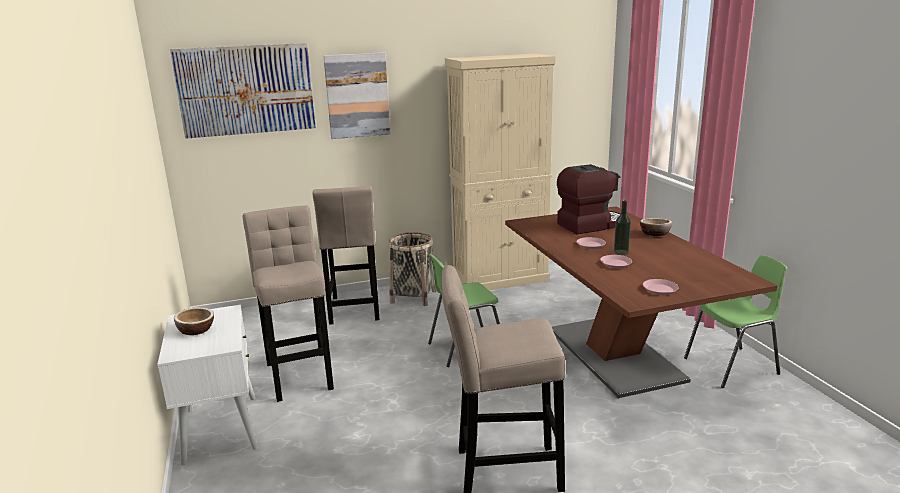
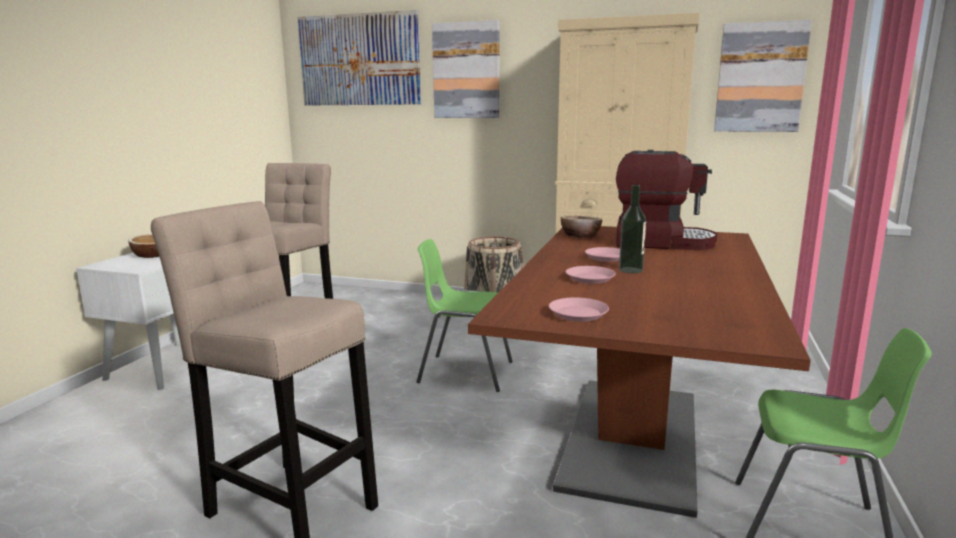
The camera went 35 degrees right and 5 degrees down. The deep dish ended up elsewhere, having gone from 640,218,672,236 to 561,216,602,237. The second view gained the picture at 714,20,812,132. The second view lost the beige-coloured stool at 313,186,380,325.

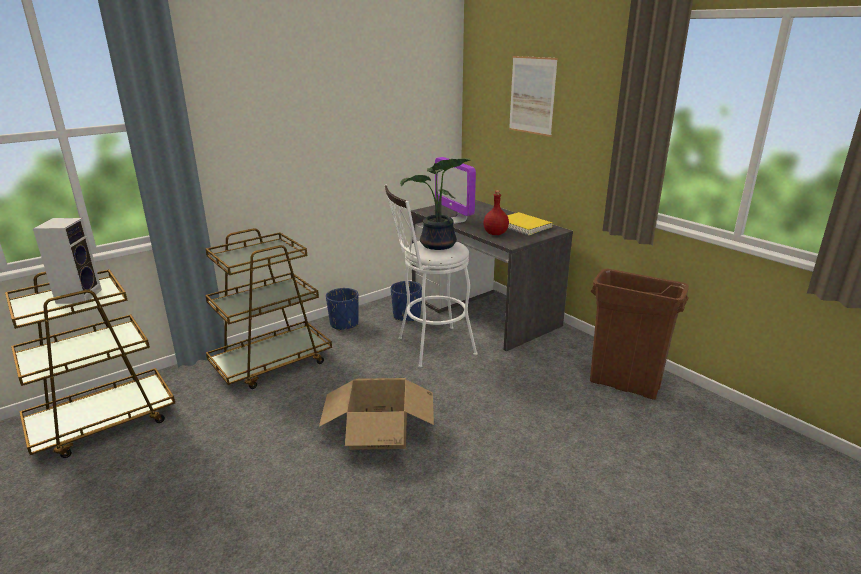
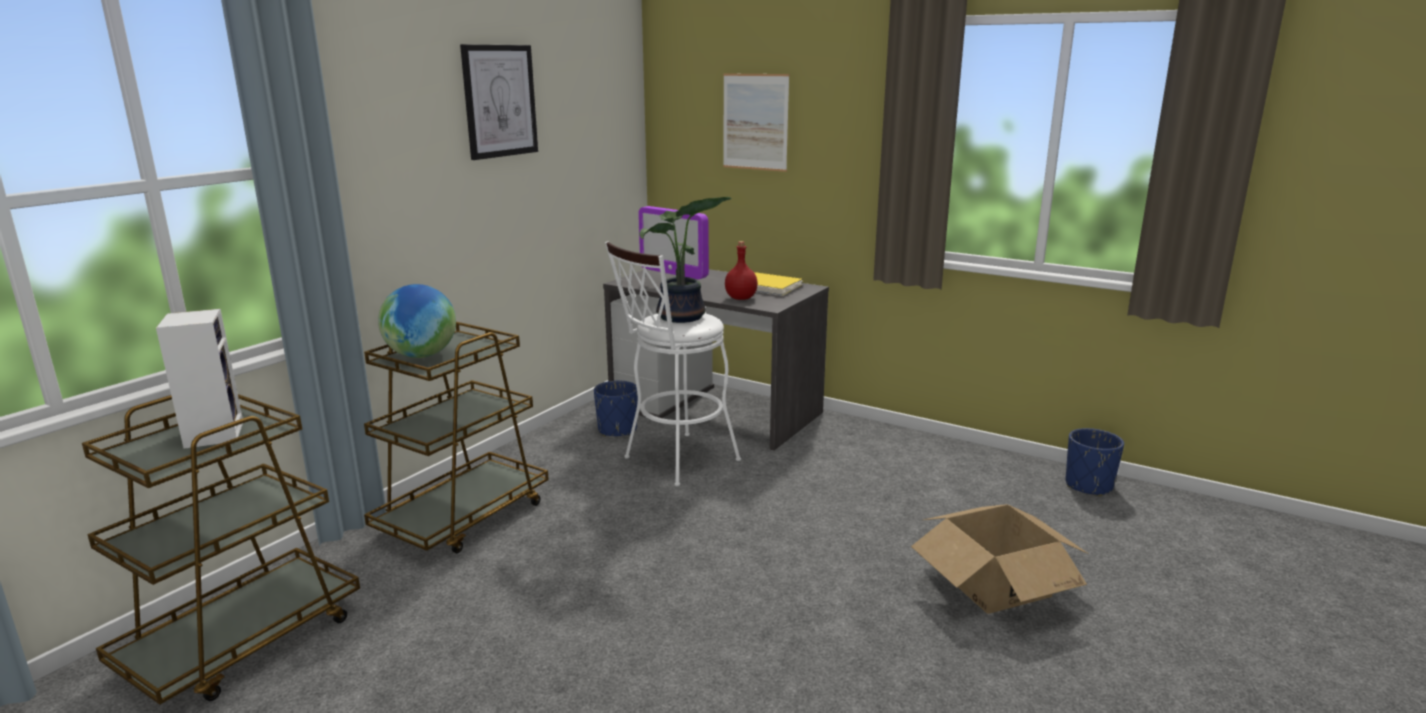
The camera went 20 degrees left and 5 degrees down. The second view gained the world globe at 378,284,456,358. The second view gained the picture at 460,44,538,160. The carton ended up elsewhere, having gone from 319,378,434,450 to 911,504,1089,614. The bluish flower pot ended up elsewhere, having gone from 326,288,359,331 to 1066,428,1124,496. The second view lost the brown-coloured rubbish bin at 590,269,689,400.

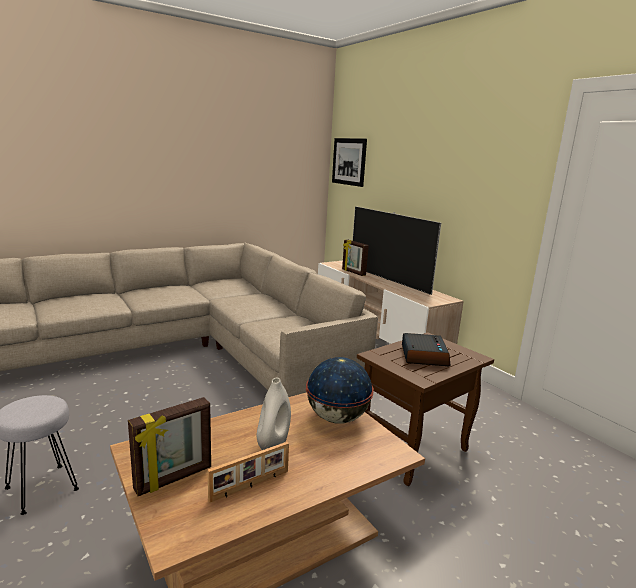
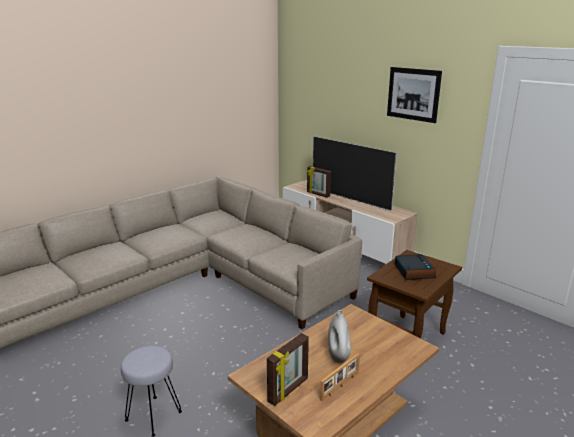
The camera went 10 degrees left and 5 degrees up. The picture ended up elsewhere, having gone from 332,138,367,187 to 387,67,442,123. The second view lost the world globe at 306,357,374,424.

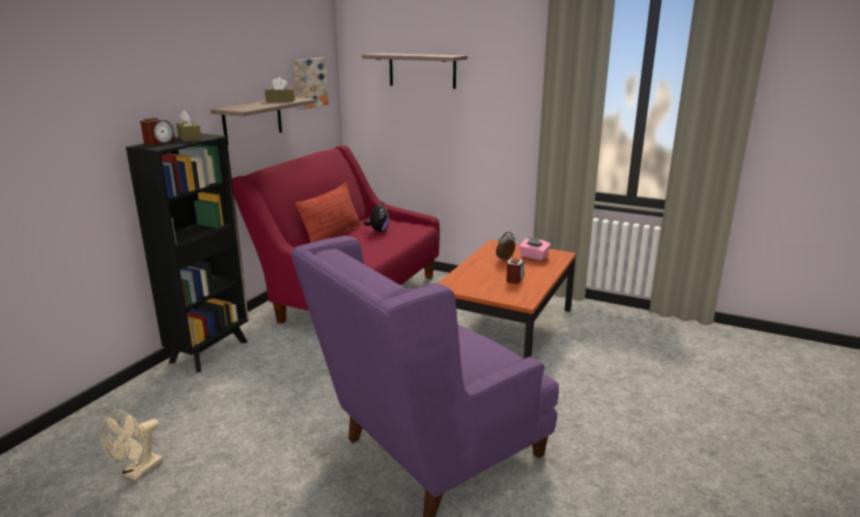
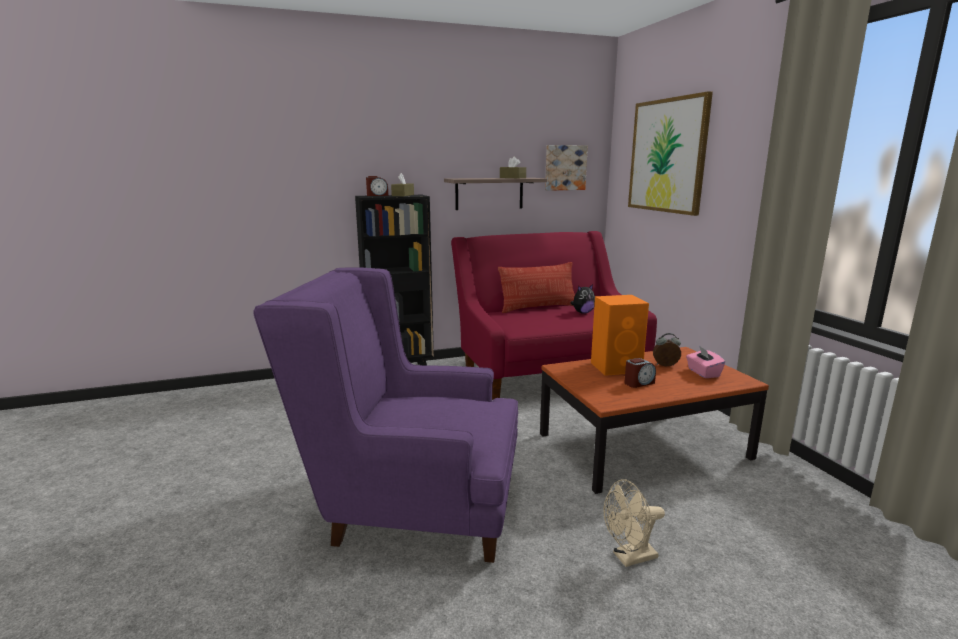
The camera went 45 degrees right and 5 degrees down. The second view gained the orange loudspeaker at 591,295,649,376. The beige-coloured fan ended up elsewhere, having gone from 101,410,163,481 to 604,479,665,567. Where the bracket shelf hung at 362,53,468,89, the picture came to hang at 628,91,713,216.

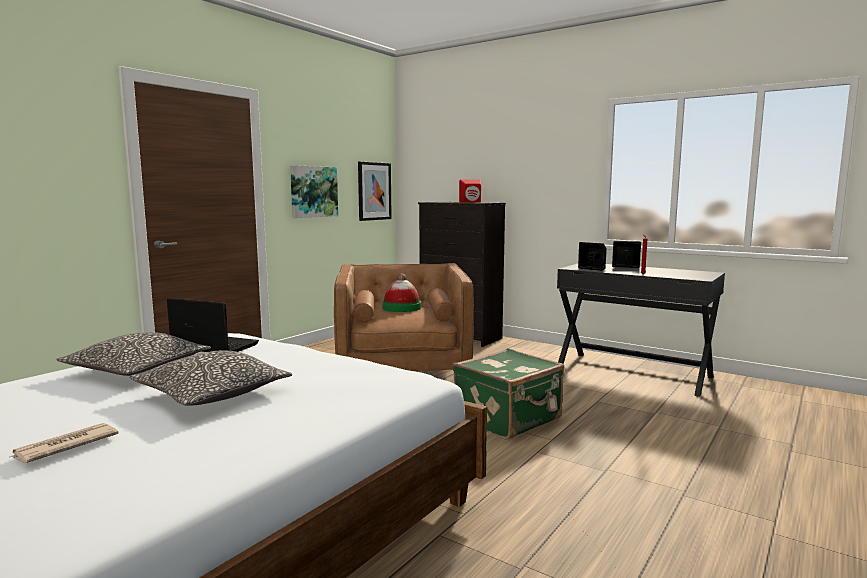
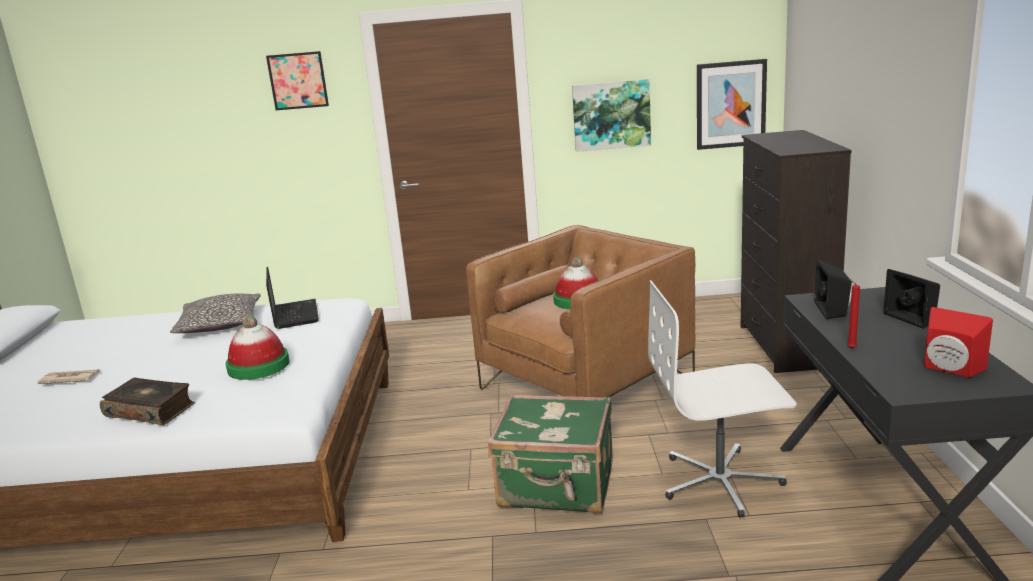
The camera went 55 degrees right and 10 degrees up. The second view gained the book at 100,378,195,425. The second view gained the hat at 226,316,290,380. The second view gained the picture at 266,51,329,110. The second view gained the white computer chair at 648,281,797,518. The red loudspeaker ended up elsewhere, having gone from 459,180,481,203 to 924,307,993,378. The second view lost the cushion at 129,350,292,406.

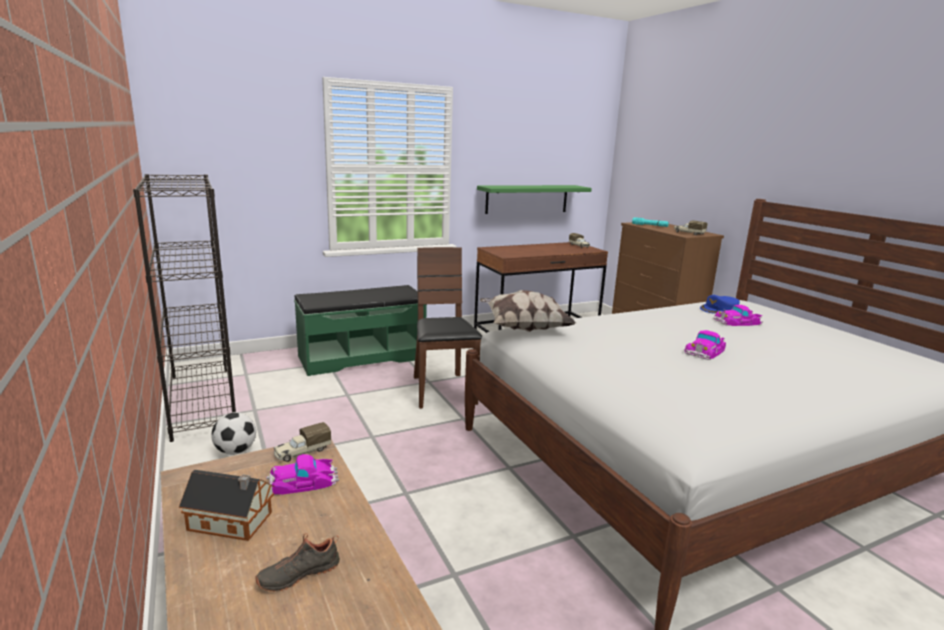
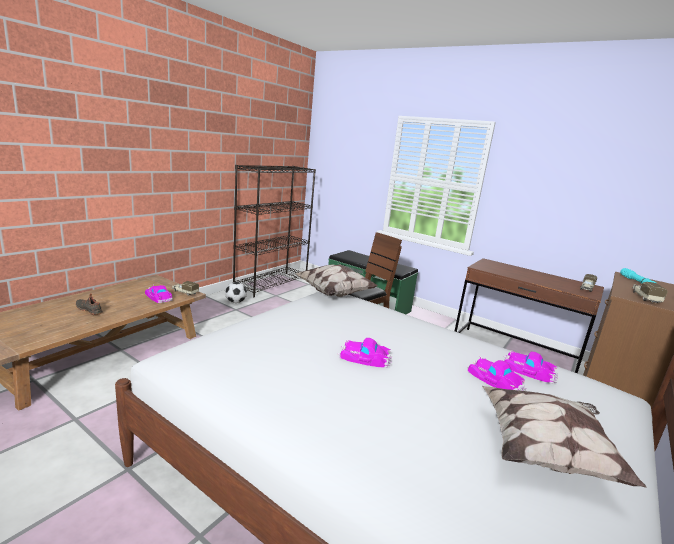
The camera went 60 degrees right and 0 degrees up. The second view gained the cushion at 482,386,647,488. Where the bluish cap stood at 700,295,740,314, the toy car came to stand at 504,350,558,383. The second view lost the miniature house at 179,470,274,541. The second view lost the greenish bracket shelf at 477,185,592,214.

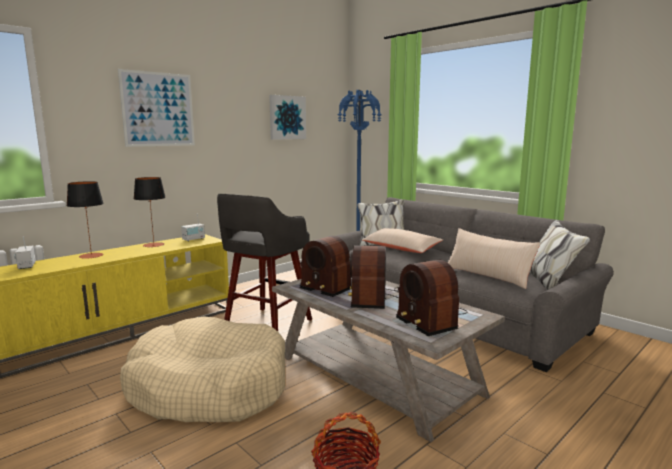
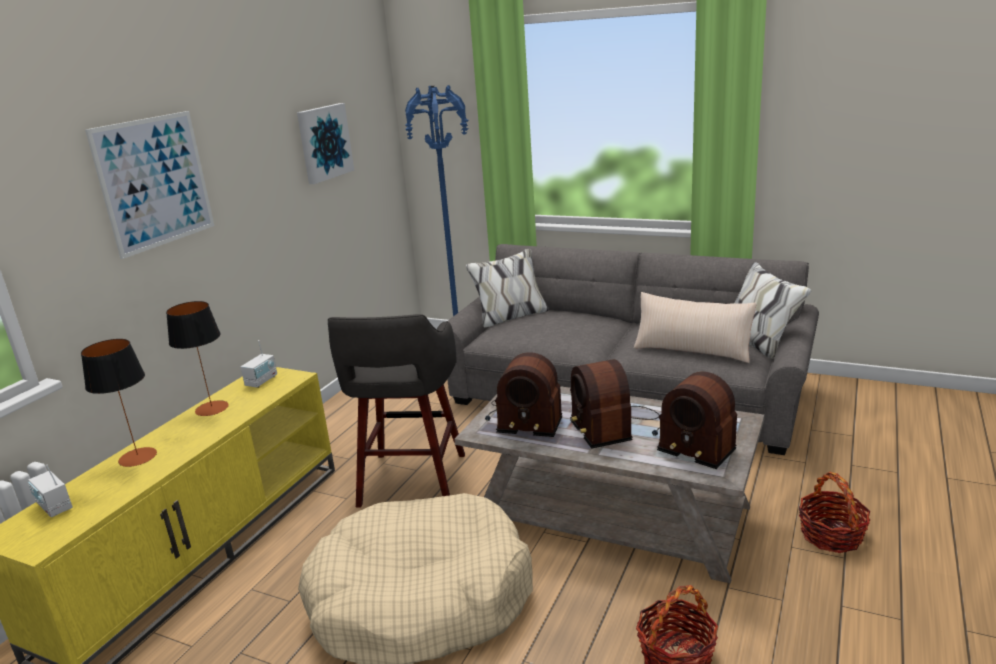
The camera went 20 degrees left and 10 degrees up. The second view gained the household basket at 799,472,870,553. The second view lost the beige-coloured cushion at 362,228,443,253.

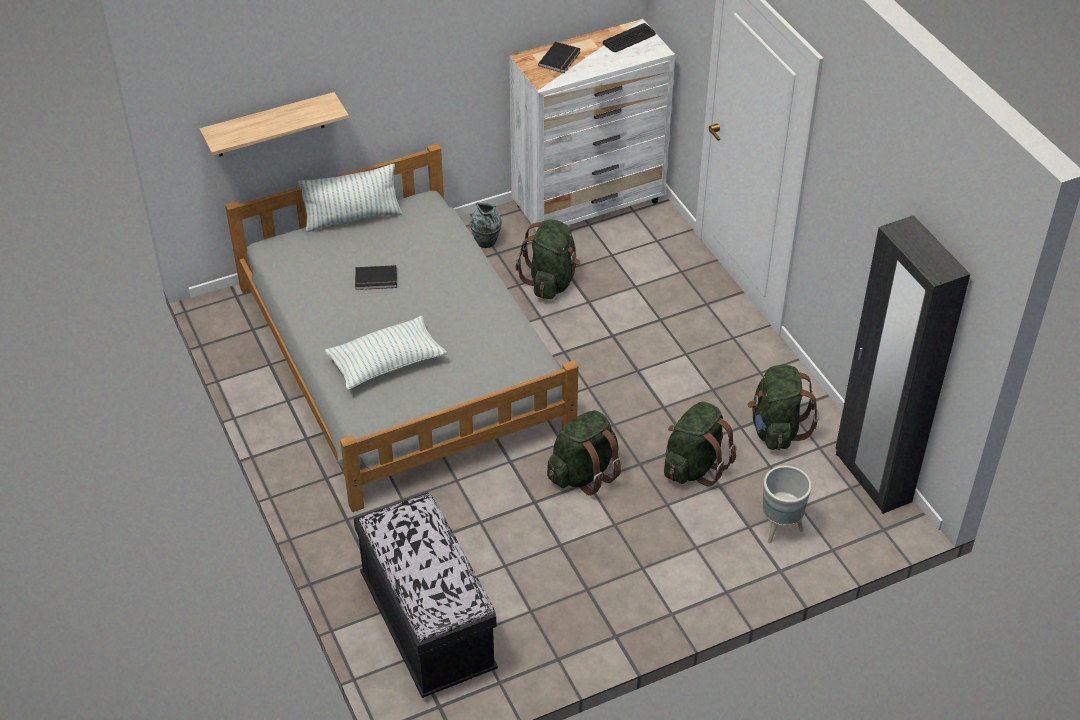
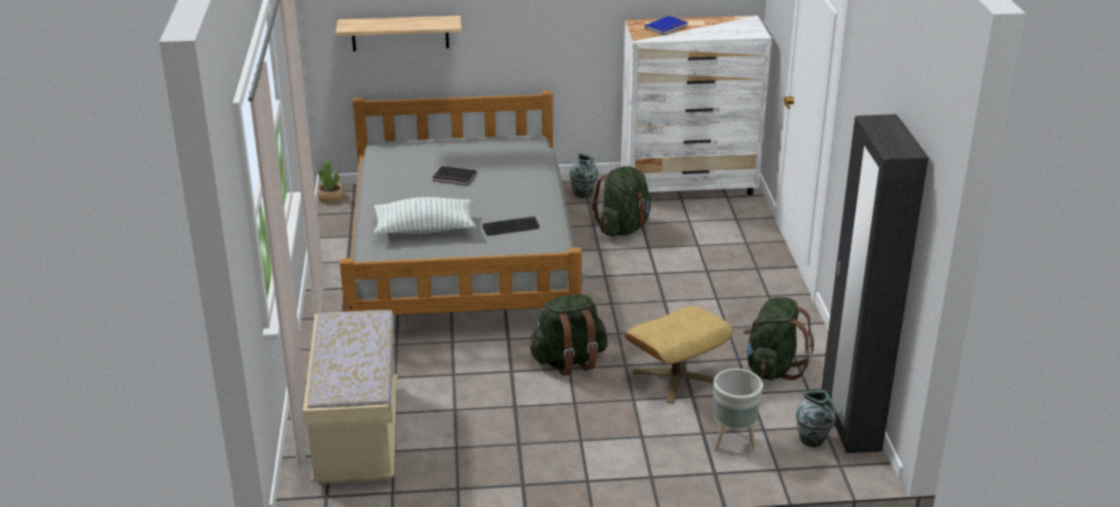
The camera went 20 degrees right and 15 degrees down. What was the blackish bench at 353,492,498,698 turned into the beige-coloured bench at 303,310,397,484. The second view gained the plant in a pot at 317,161,344,203. The computer keyboard ended up elsewhere, having gone from 603,23,656,52 to 483,217,539,236. Where the greenish knapsack stood at 664,402,736,486, the beige-coloured ottoman came to stand at 625,306,733,404. What was the blackish book at 538,42,581,73 turned into the bluish book at 645,16,688,35. The second view gained the decorative vase at 796,390,836,447. The second view lost the cushion at 298,164,402,232.

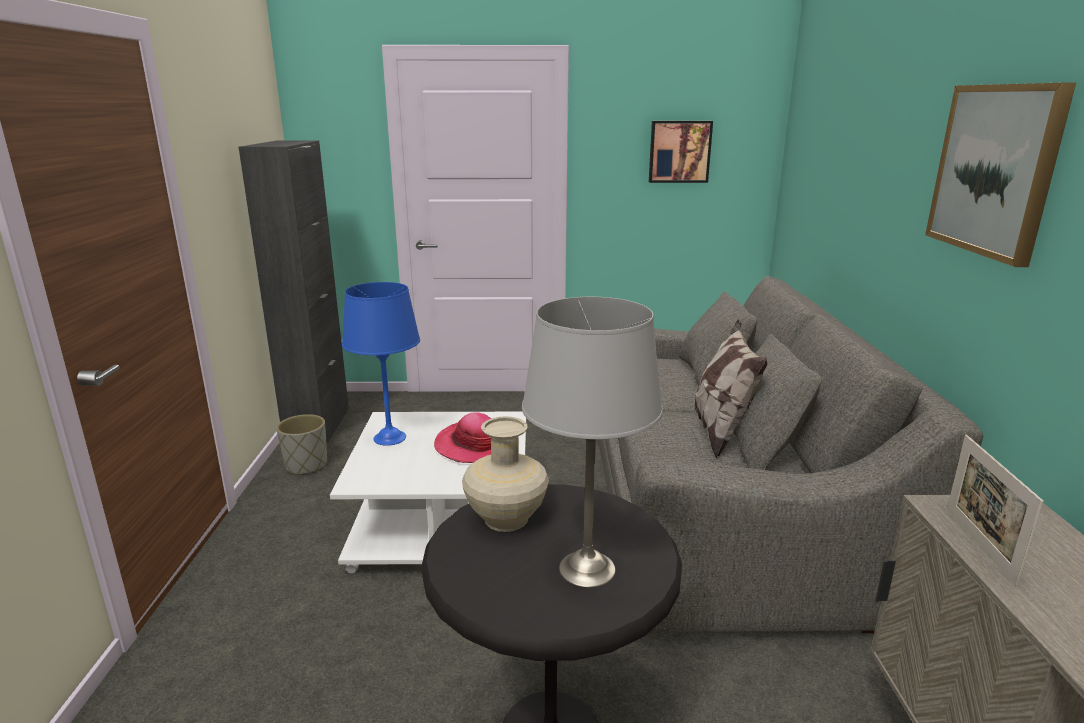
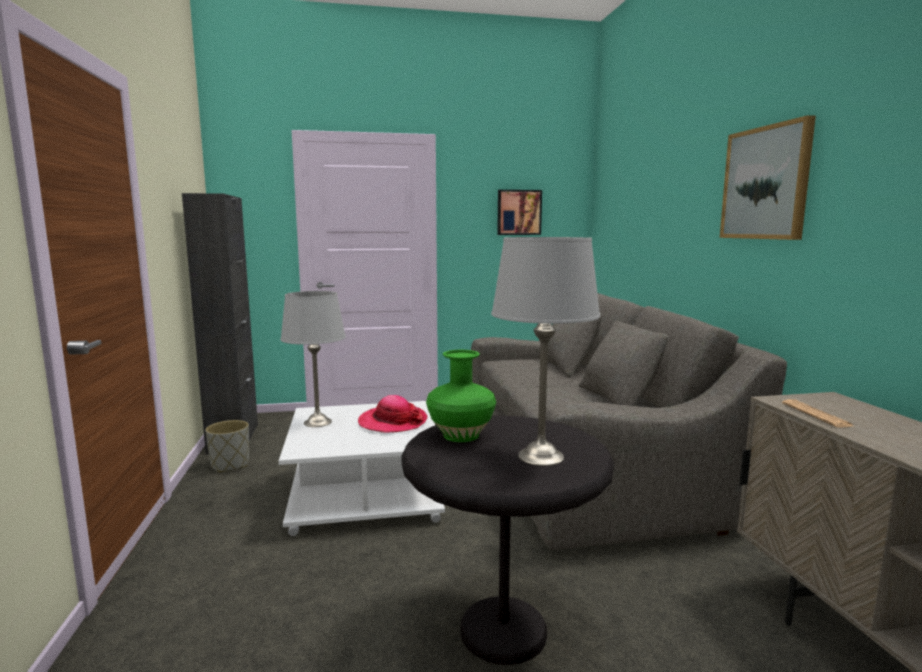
The camera went 10 degrees left and 10 degrees down. What was the bluish lamp for a table at 342,282,420,446 turned into the greyish lamp for a table at 280,291,346,427. What was the beige-coloured decorative vase at 462,416,549,532 turned into the greenish decorative vase at 426,350,496,442. Where the photo frame stood at 947,435,1044,586, the printed paper came to stand at 782,399,853,428. The second view lost the cushion at 694,319,767,458.

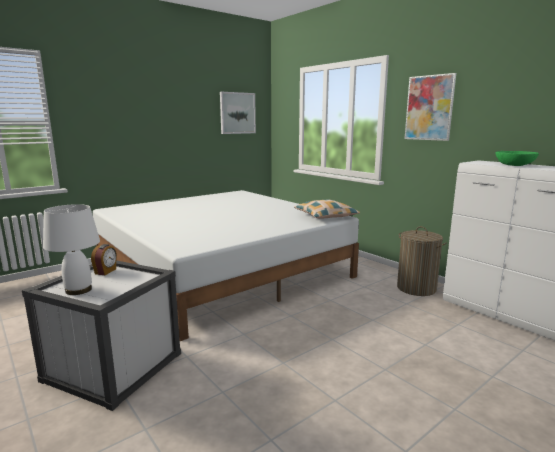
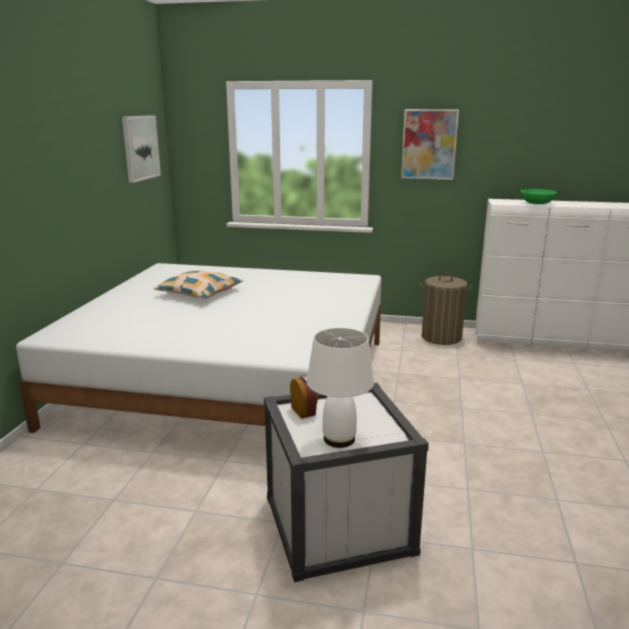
The camera went 40 degrees left and 5 degrees up. The cushion ended up elsewhere, having gone from 294,200,360,218 to 154,271,243,299.

